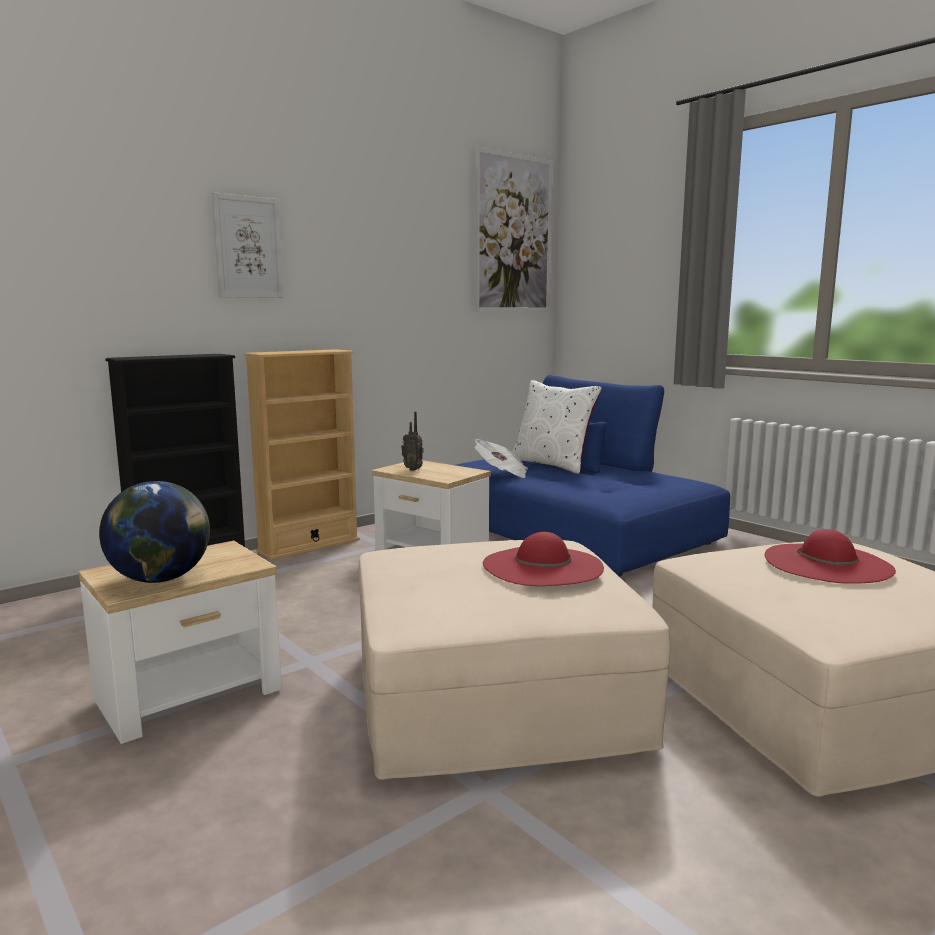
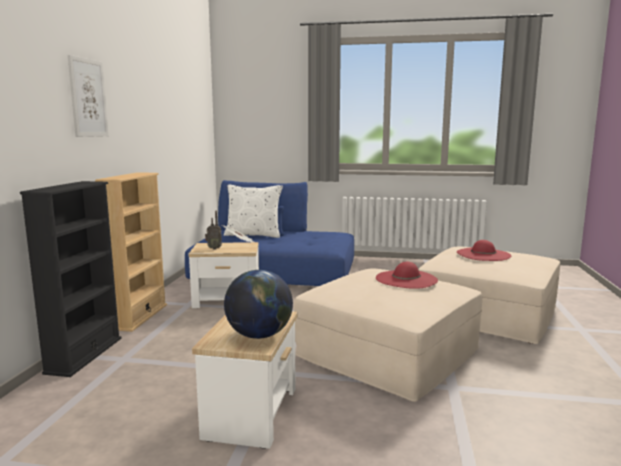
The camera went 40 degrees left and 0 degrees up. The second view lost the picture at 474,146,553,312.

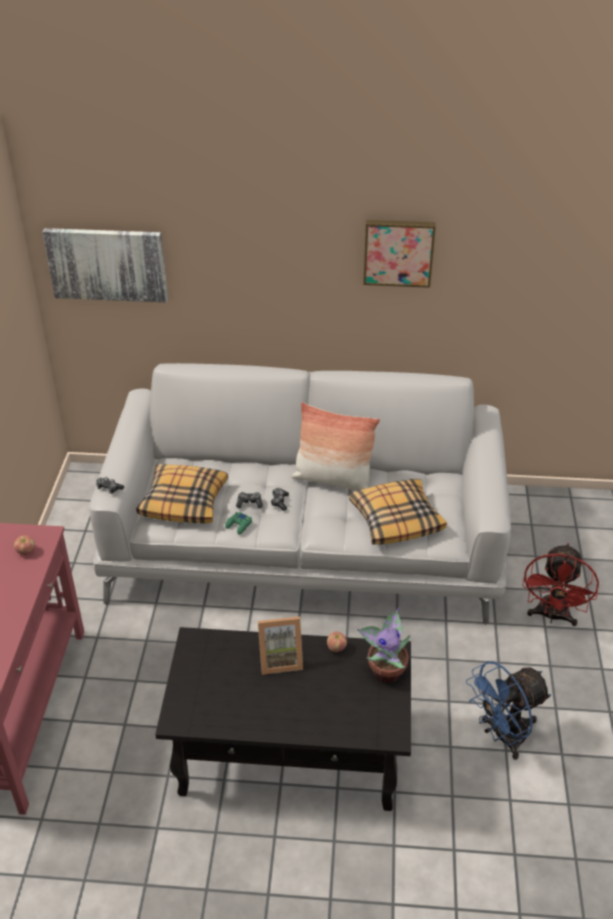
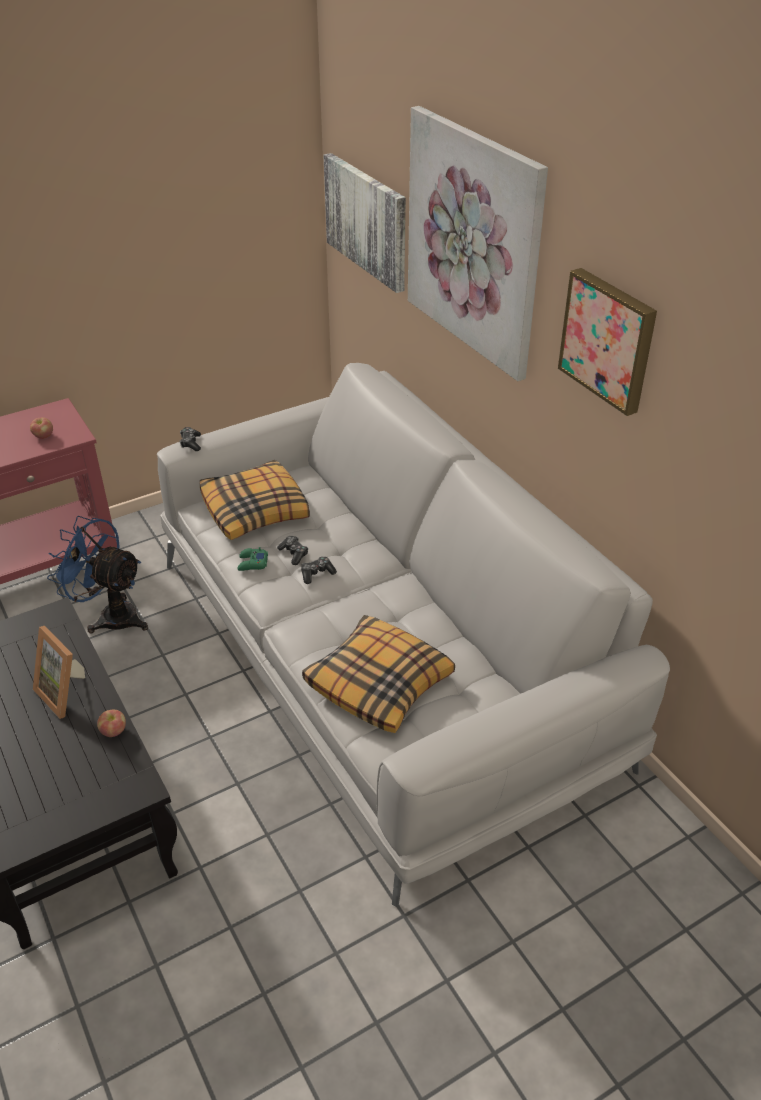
The camera went 55 degrees right and 0 degrees up. The bluish fan ended up elsewhere, having gone from 466,661,552,760 to 47,516,148,634. The second view gained the picture at 408,106,548,381. The second view lost the cushion at 291,402,380,491. The second view lost the plant in a pot at 357,607,410,683. The second view lost the red fan at 522,543,599,626.

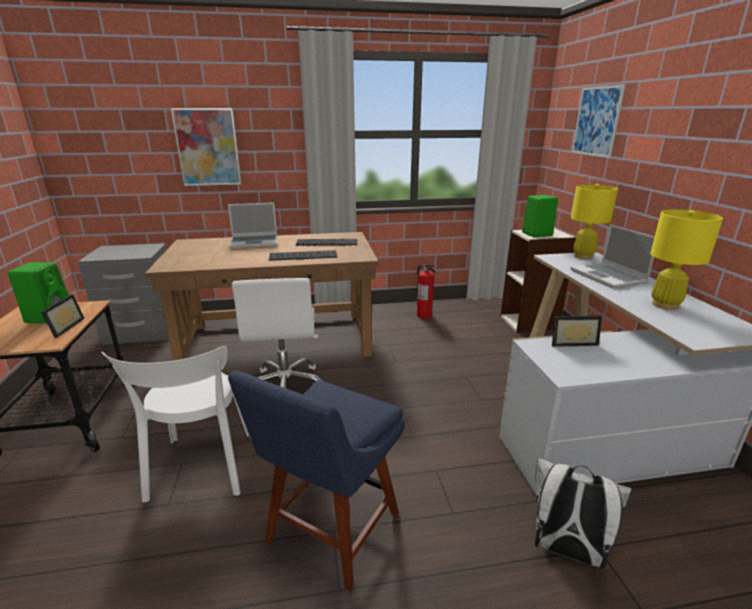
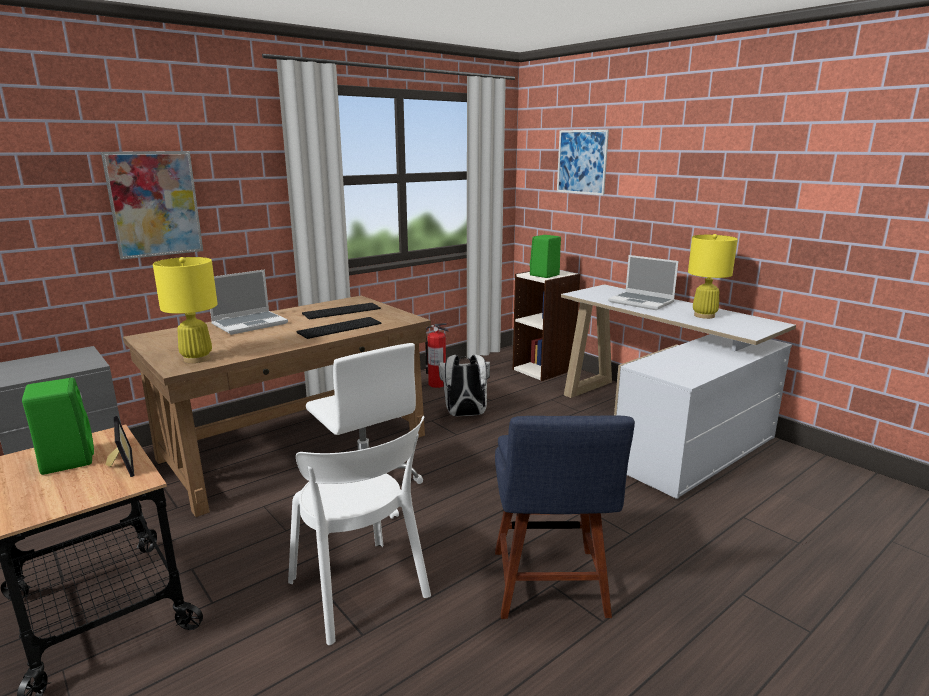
The camera went 30 degrees left and 5 degrees down. The yellow lamp for a table ended up elsewhere, having gone from 571,184,618,259 to 153,257,218,363. The white knapsack ended up elsewhere, having gone from 535,458,632,570 to 438,354,490,416. The second view lost the photo frame at 552,316,602,347.

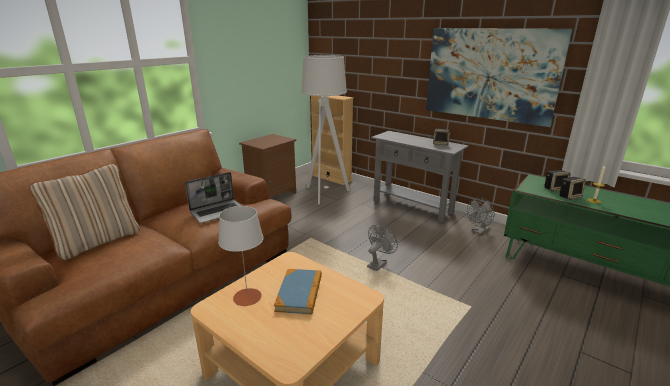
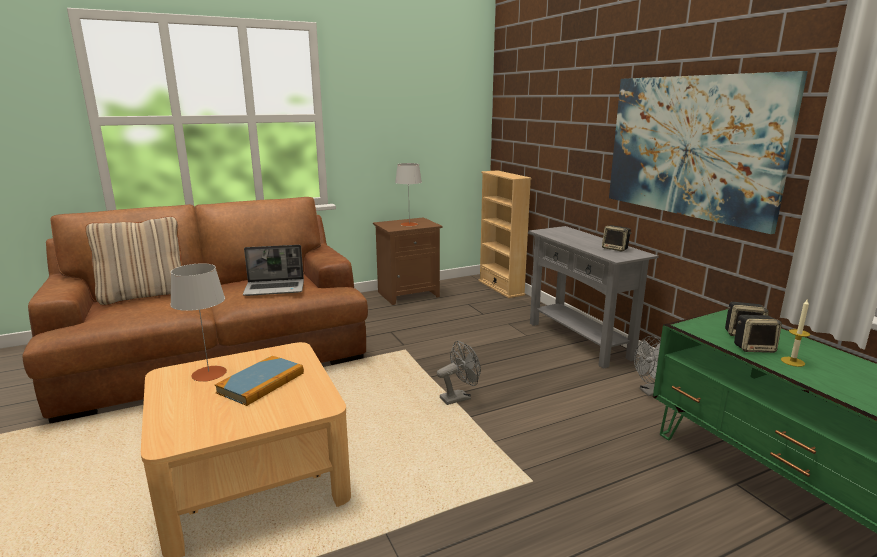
The camera went 25 degrees right and 5 degrees down. The second view gained the greyish lamp for a table at 395,163,422,226. The second view lost the greyish floor lamp at 301,55,350,204.

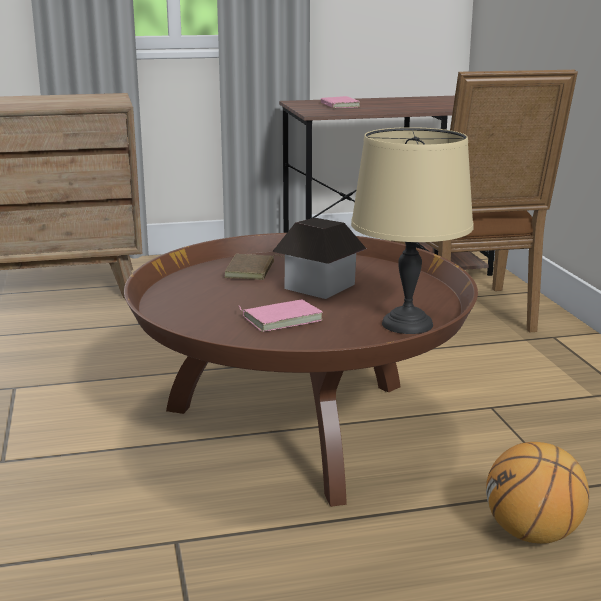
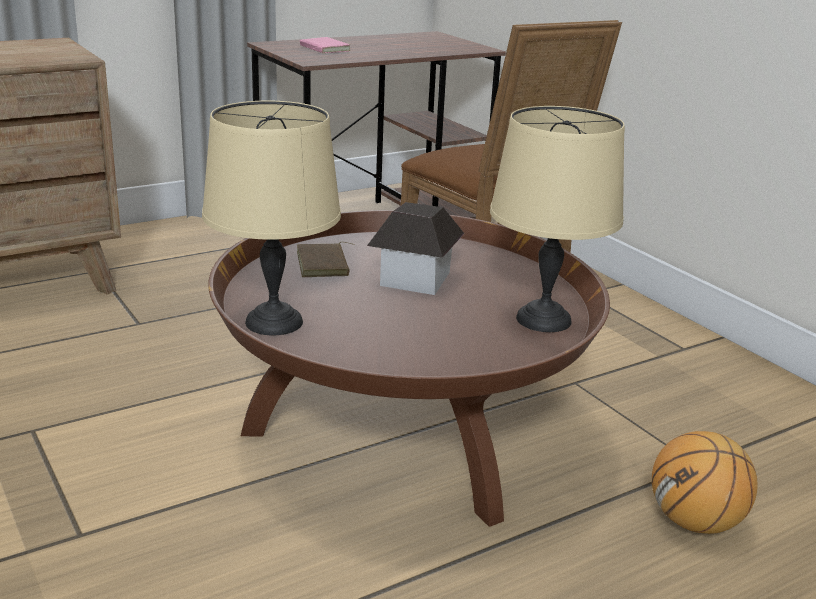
The camera went 20 degrees left and 5 degrees up. The second view gained the beige-coloured lamp for a table at 202,101,341,335. The second view lost the pink-coloured book at 239,300,323,332.

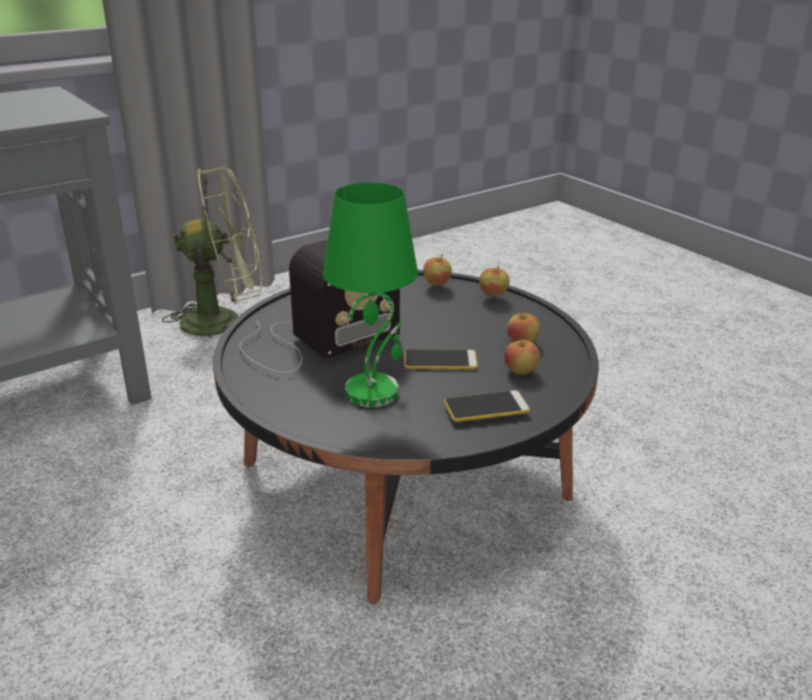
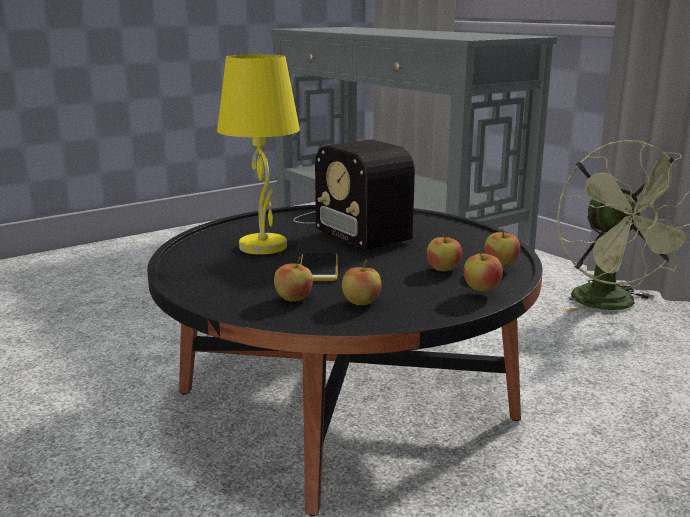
The camera went 90 degrees right and 10 degrees down. What was the greenish lamp for a table at 323,182,418,407 turned into the yellow lamp for a table at 217,54,300,255. The second view gained the apple at 427,233,462,271. The second view lost the handset at 444,390,530,422.

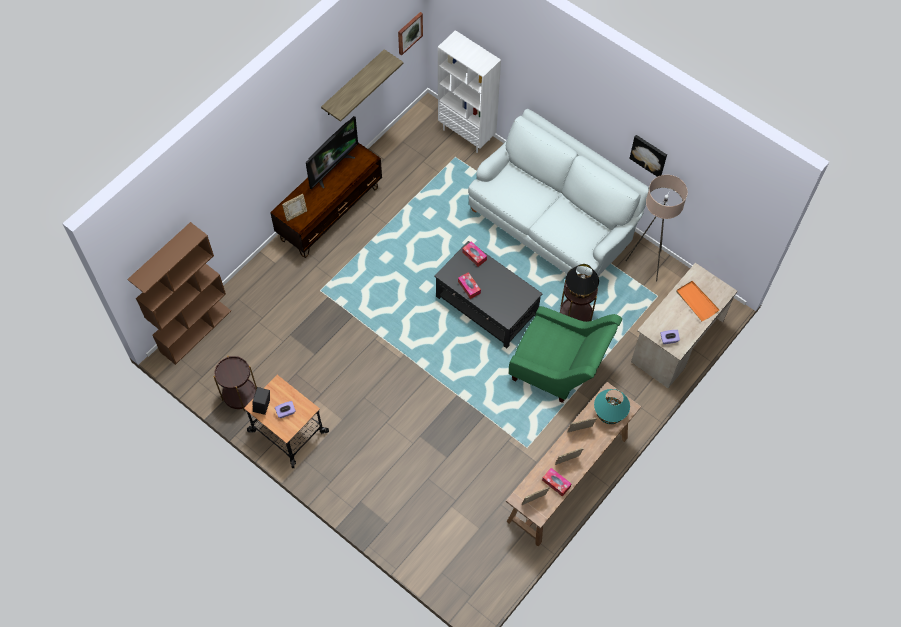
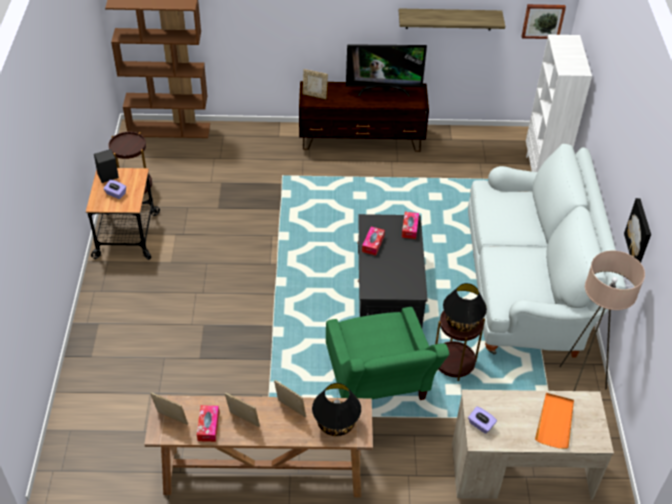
The camera went 50 degrees right and 15 degrees down. What was the blue-green lamp for a table at 594,389,630,424 turned into the blackish lamp for a table at 312,383,361,436.

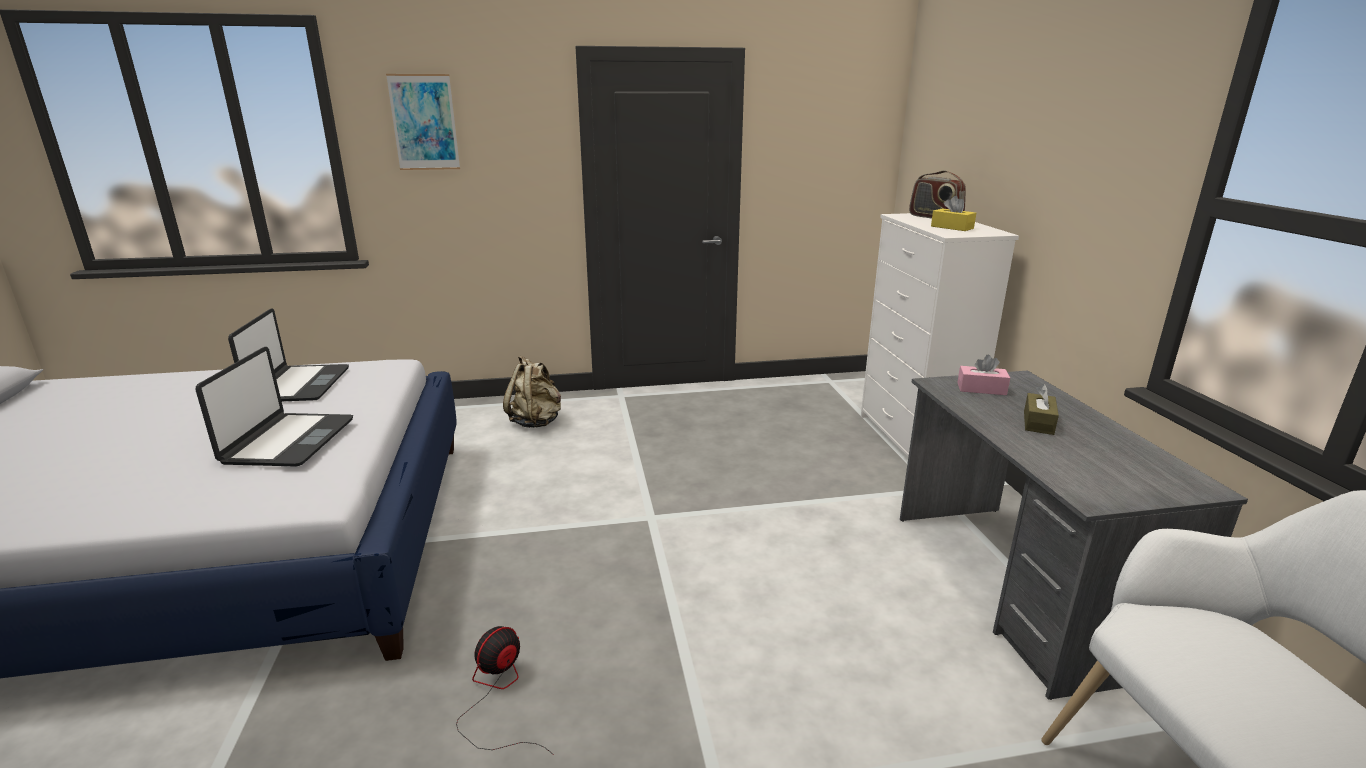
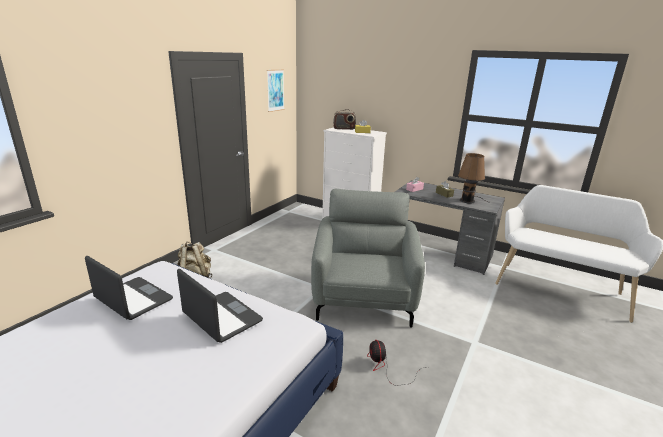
The camera went 50 degrees left and 0 degrees up. The picture ended up elsewhere, having gone from 386,74,460,170 to 267,70,285,112. The second view gained the greyish lounge chair at 311,189,425,328. The second view gained the brown-coloured lamp for a table at 458,153,487,204.

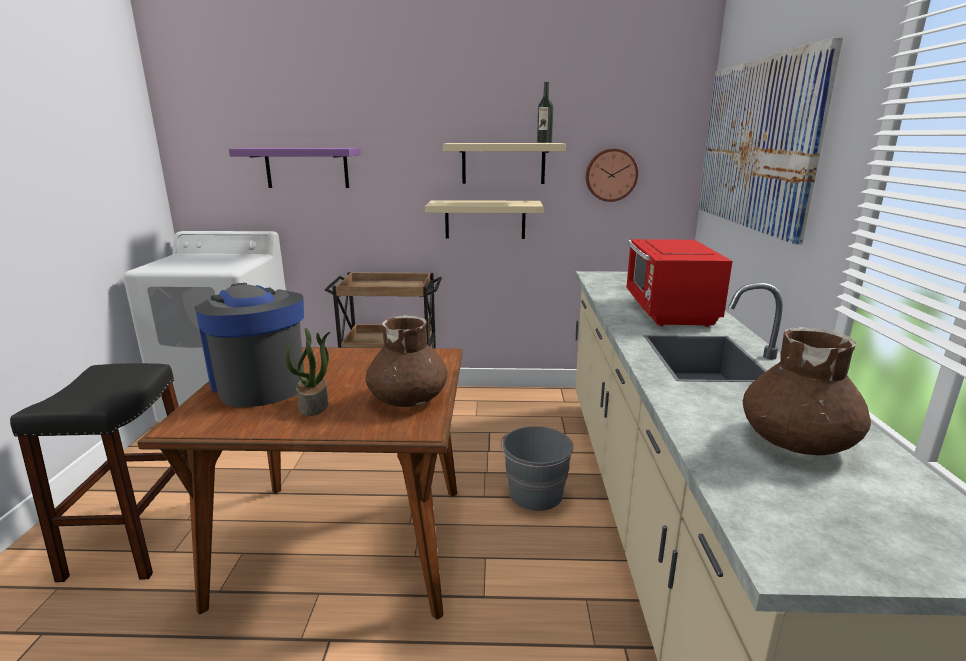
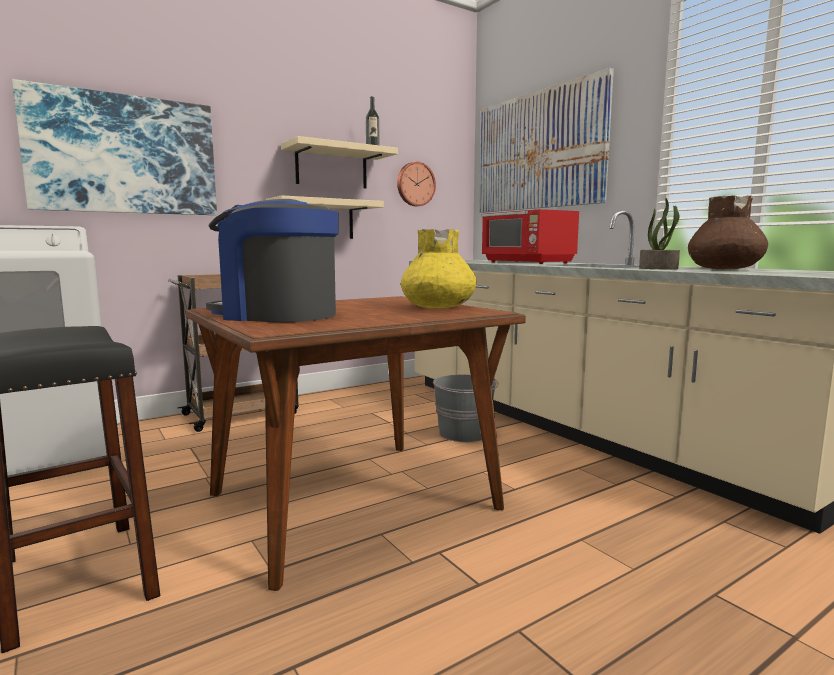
The camera went 35 degrees left and 10 degrees down. Where the purple-coloured bracket shelf hung at 229,148,361,188, the picture came to hang at 12,79,217,215. What was the brown-coloured decorative vase at 366,315,448,407 turned into the yellow decorative vase at 401,229,477,309. The plant in a pot ended up elsewhere, having gone from 285,328,330,416 to 639,198,680,270.

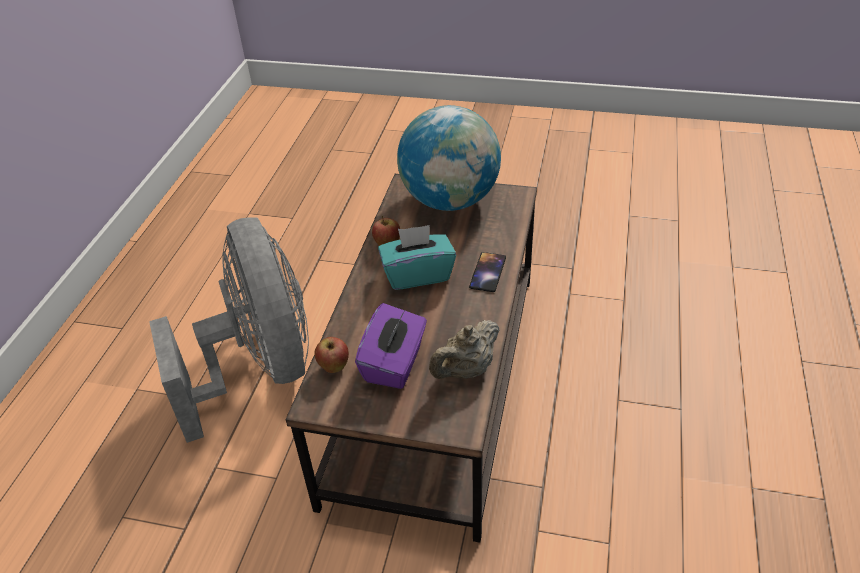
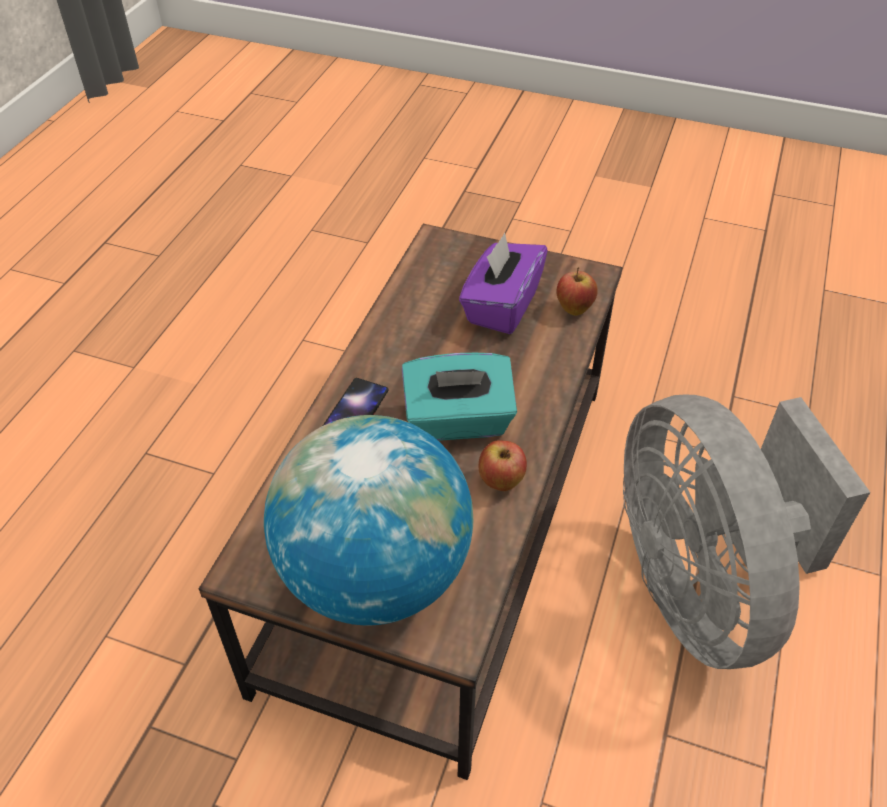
The camera went 175 degrees left and 5 degrees up. The second view lost the beige-coloured tea pot at 429,320,499,379.

